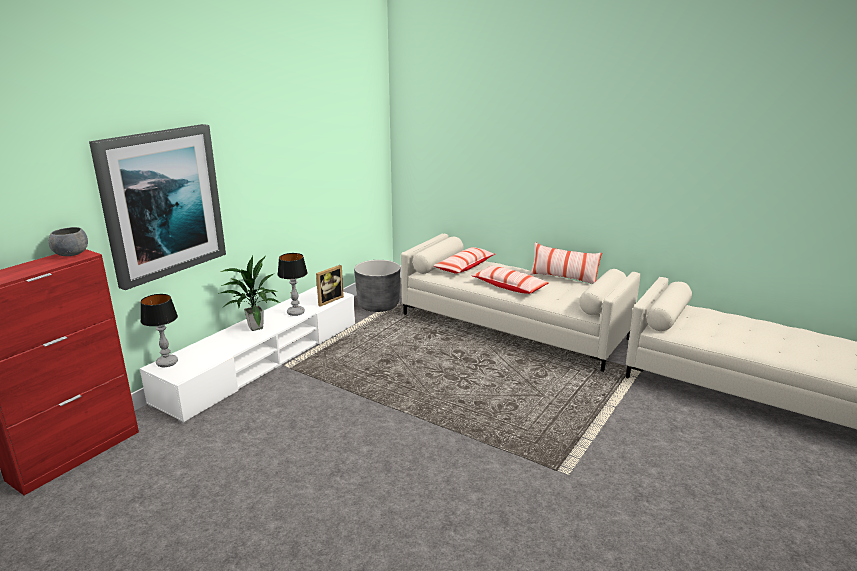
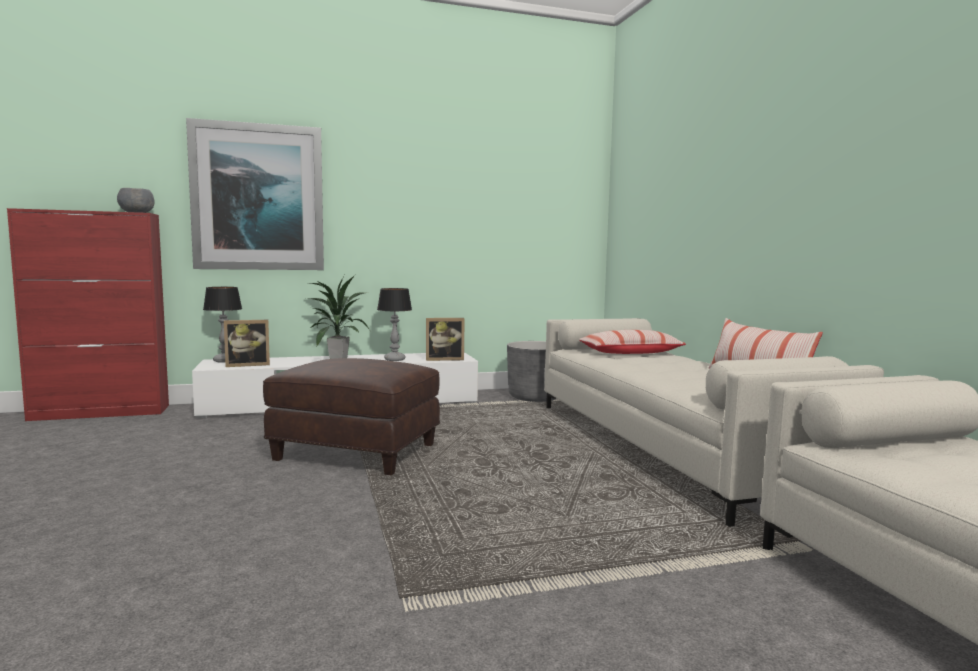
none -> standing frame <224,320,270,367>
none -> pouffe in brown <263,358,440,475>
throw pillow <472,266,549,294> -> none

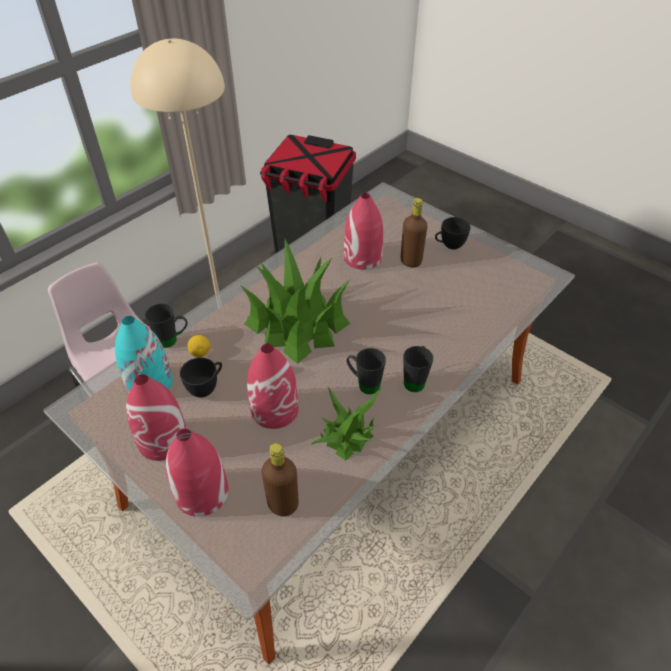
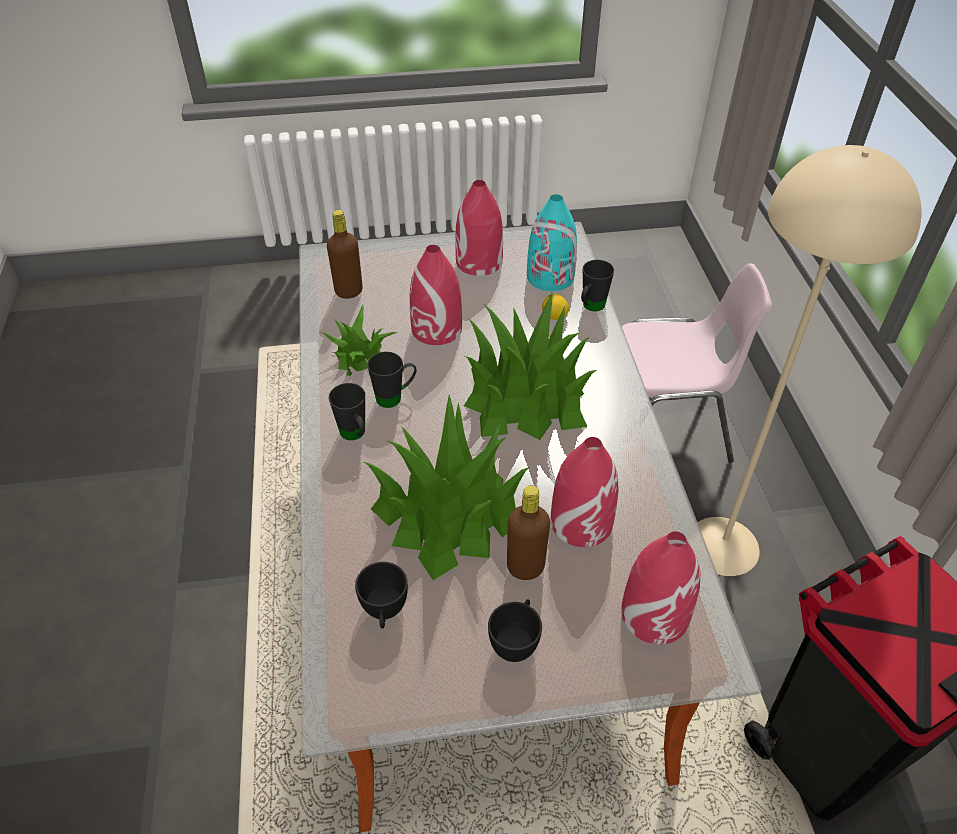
cup in blackish <180,358,222,397> -> cup in blackish <355,562,408,629>, shifted
none -> potted plant <364,394,529,580>
flower vase in red <166,429,228,517> -> flower vase in red <621,531,700,644>, shifted

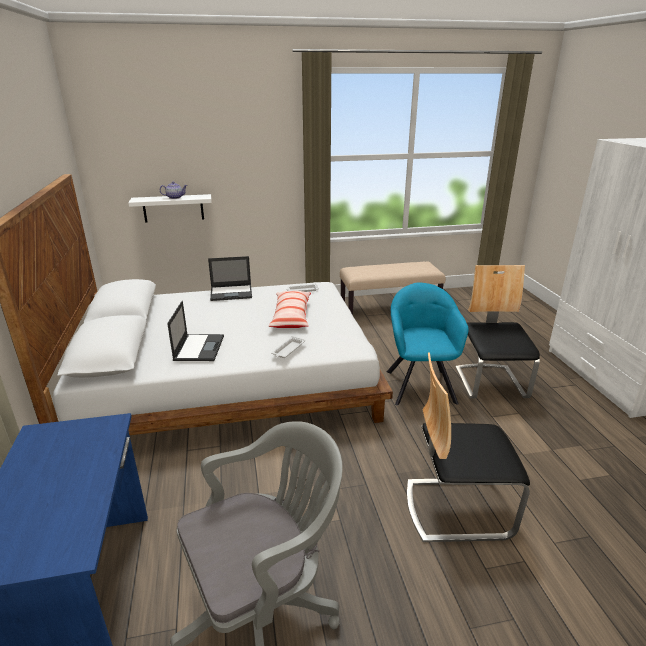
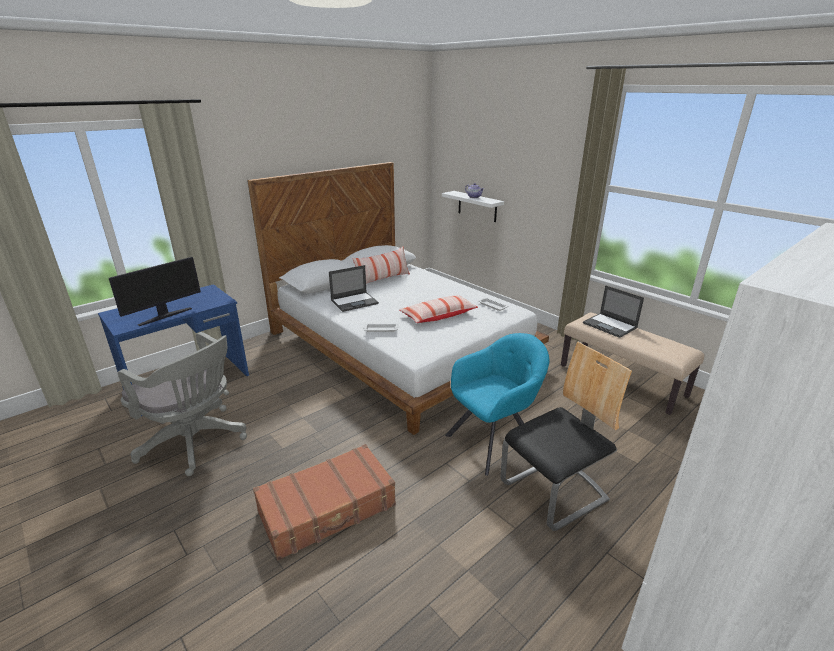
none -> monitor <109,257,201,326>
plain chair <407,352,530,542> -> travel case in brown <253,444,396,560>
none -> throw pillow <352,247,410,284>
laptop <208,256,252,301> -> laptop <583,285,644,338>, shifted

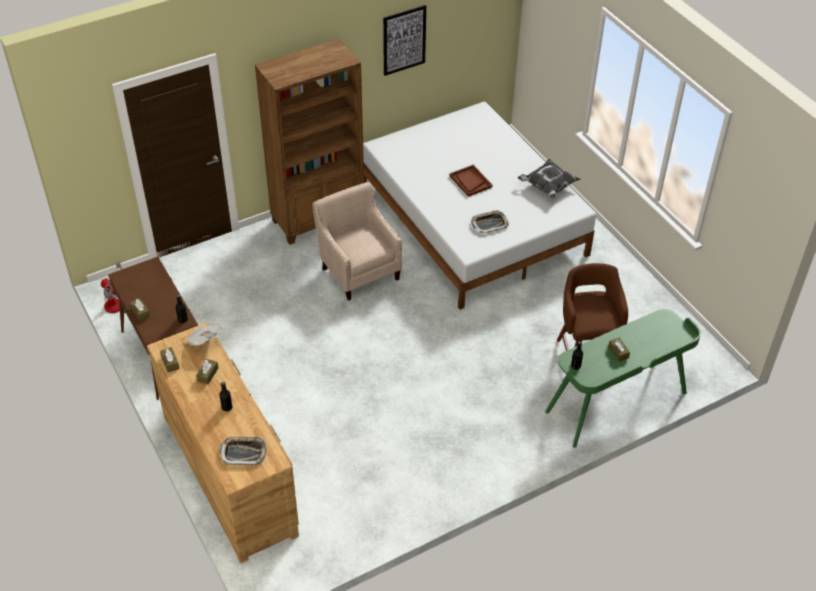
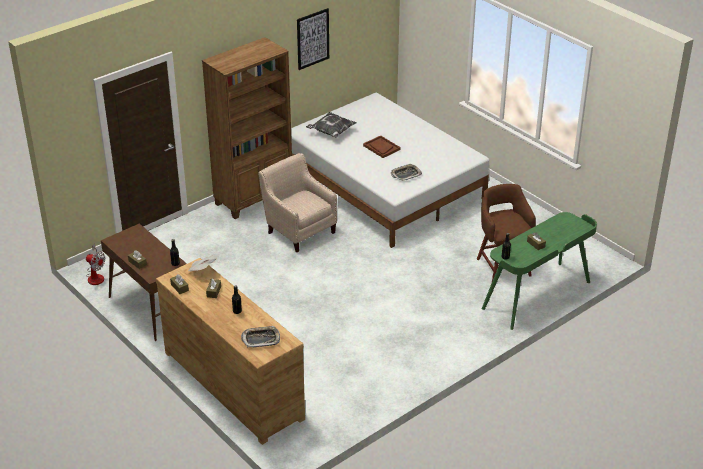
throw pillow <518,159,581,199> -> throw pillow <306,112,357,138>, shifted

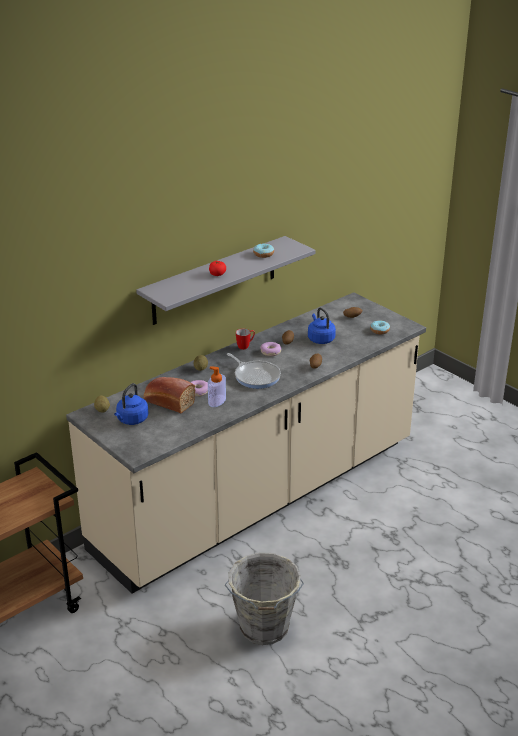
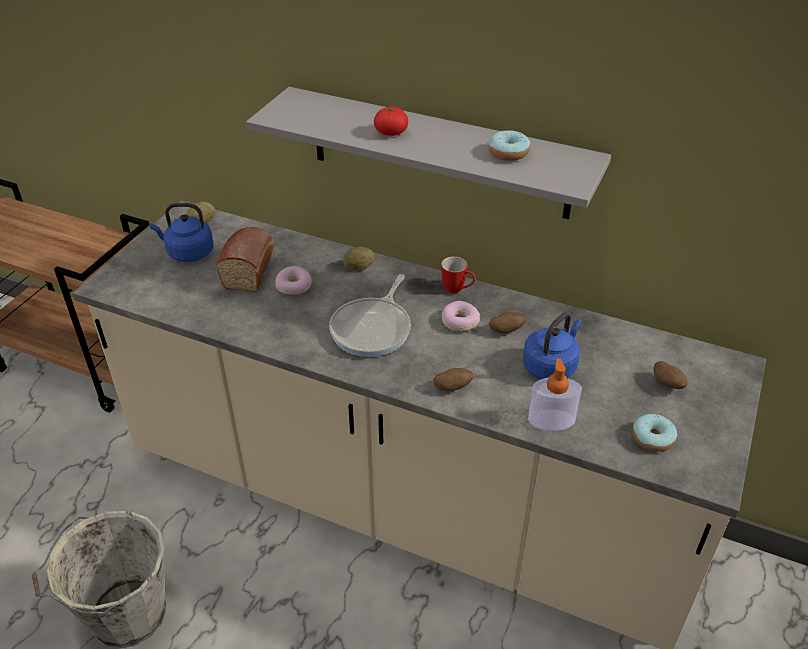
soap dispenser <208,366,226,407> -> soap dispenser <528,358,582,431>, shifted

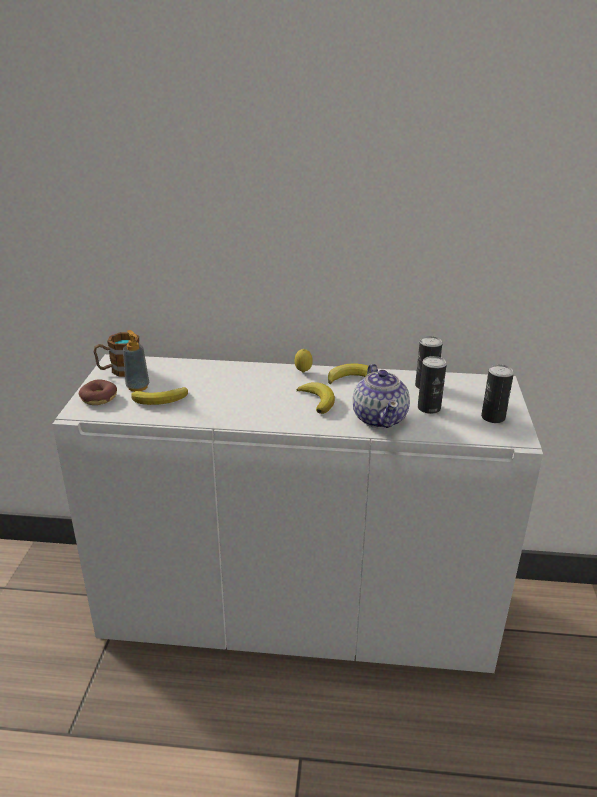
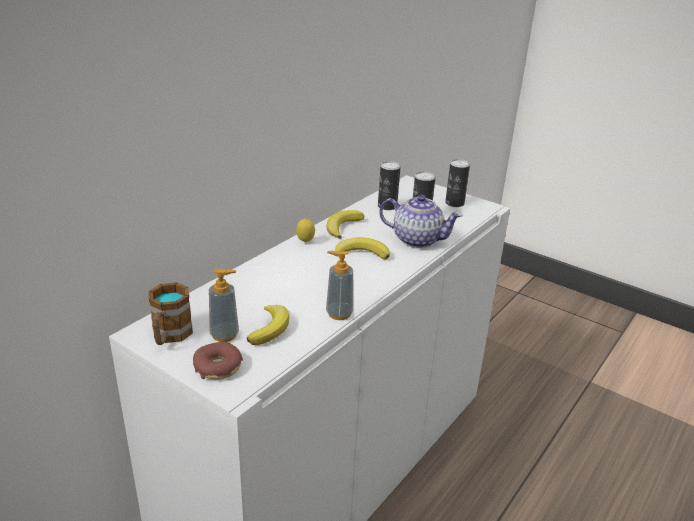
none -> soap dispenser <326,251,354,320>

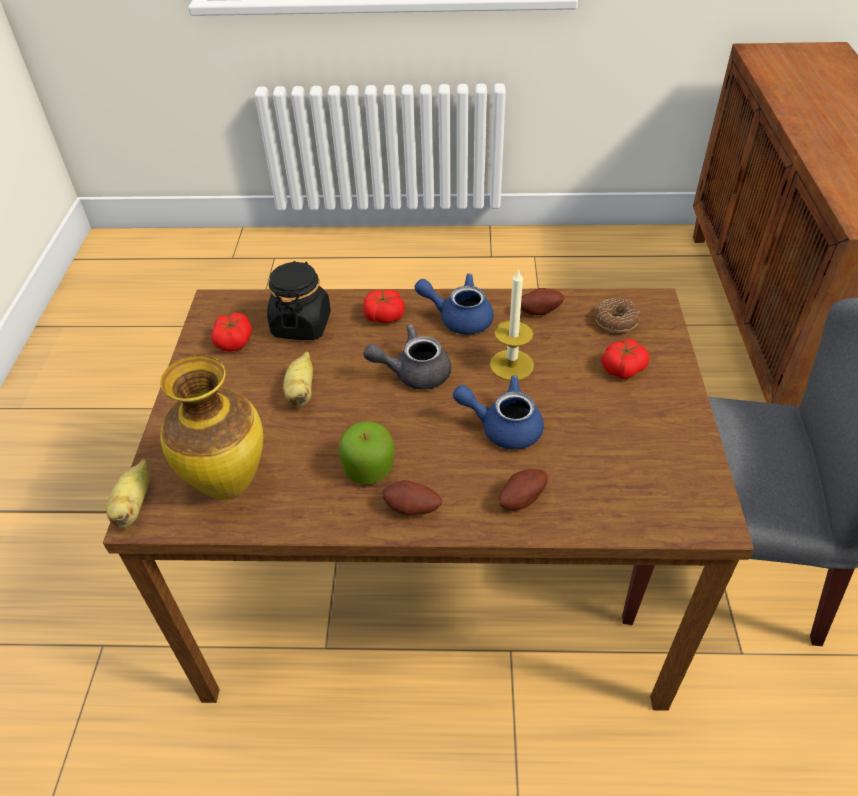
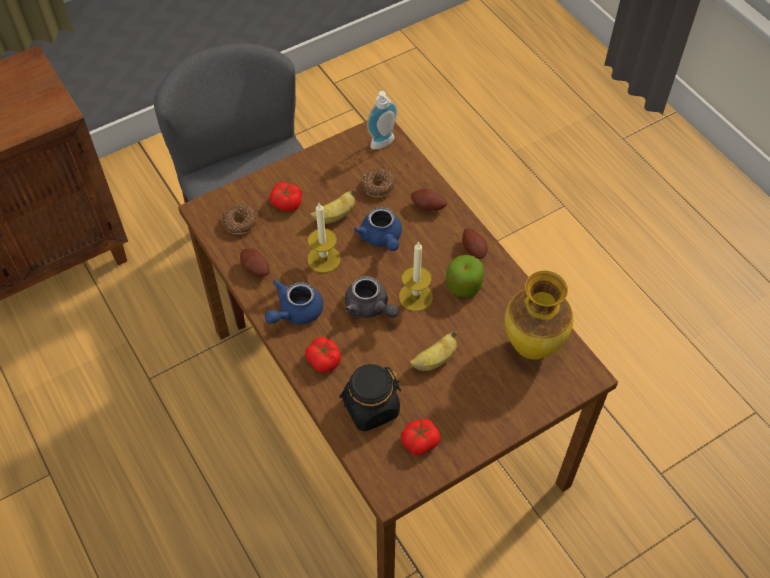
teapot in bluish <415,273,494,335> -> teapot in bluish <265,280,323,324>, 60 degrees clockwise
banana fruit <106,459,149,528> -> banana fruit <310,189,356,224>, shifted
none -> ring doughnut <361,168,395,197>
none -> soap dispenser <367,91,397,149>
none -> candle <399,241,433,311>

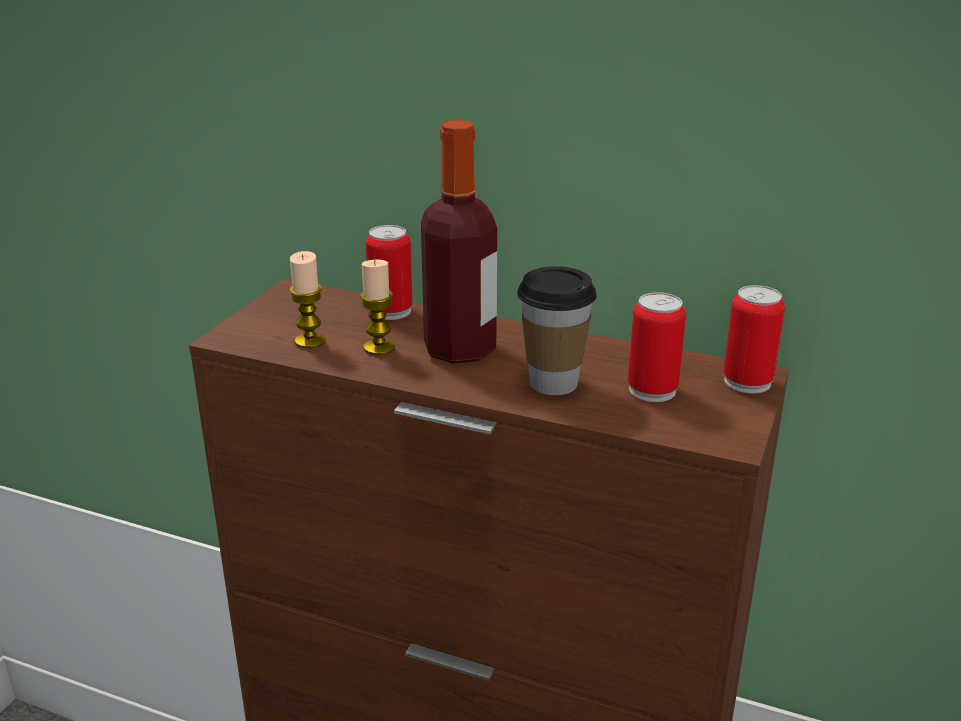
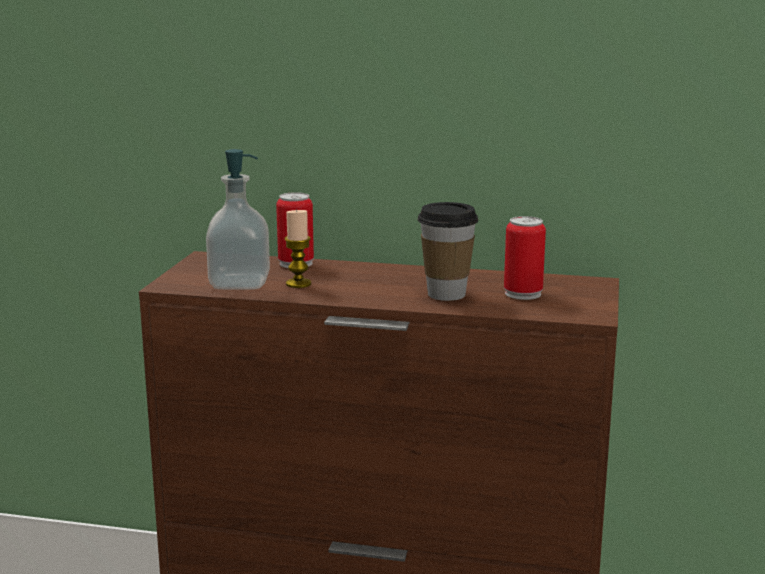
candle <289,251,326,349> -> soap dispenser <206,149,270,289>
drink bottle <421,120,497,364> -> none
can <723,285,785,393> -> none

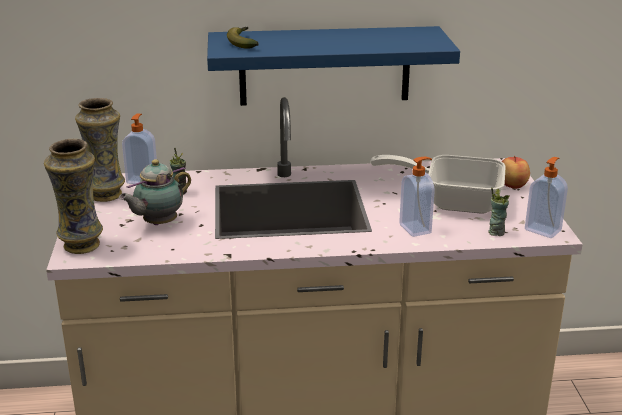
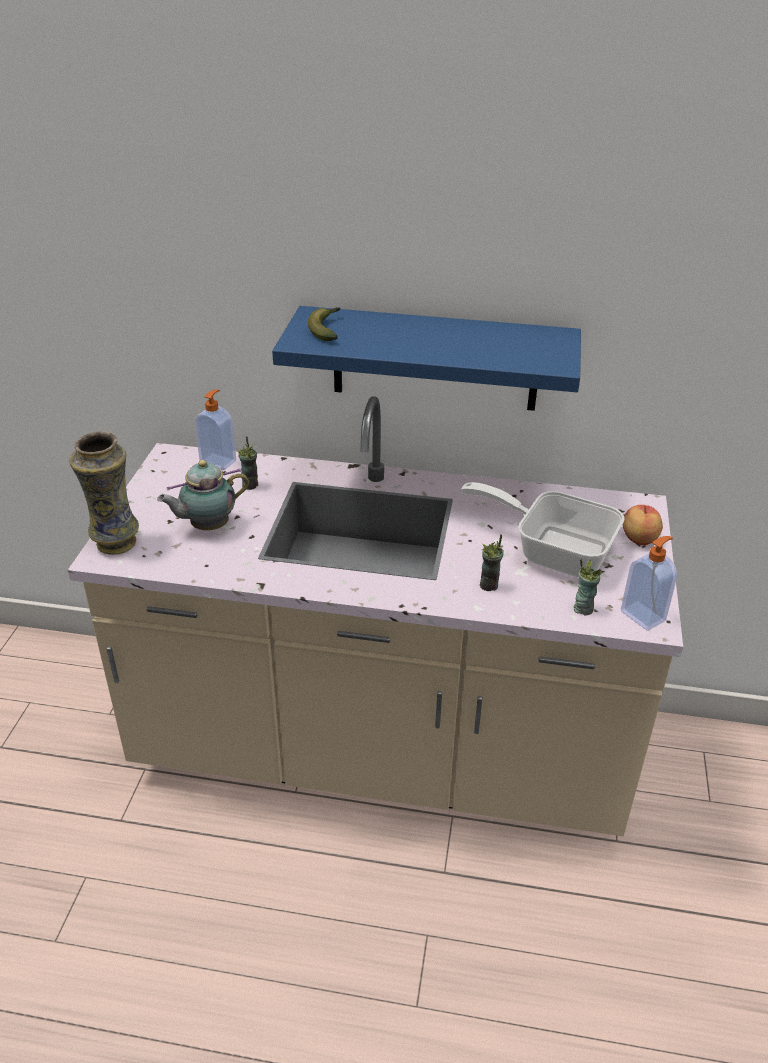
soap dispenser <399,157,435,237> -> cup <480,534,504,591>
flower vase <75,98,125,202> -> none

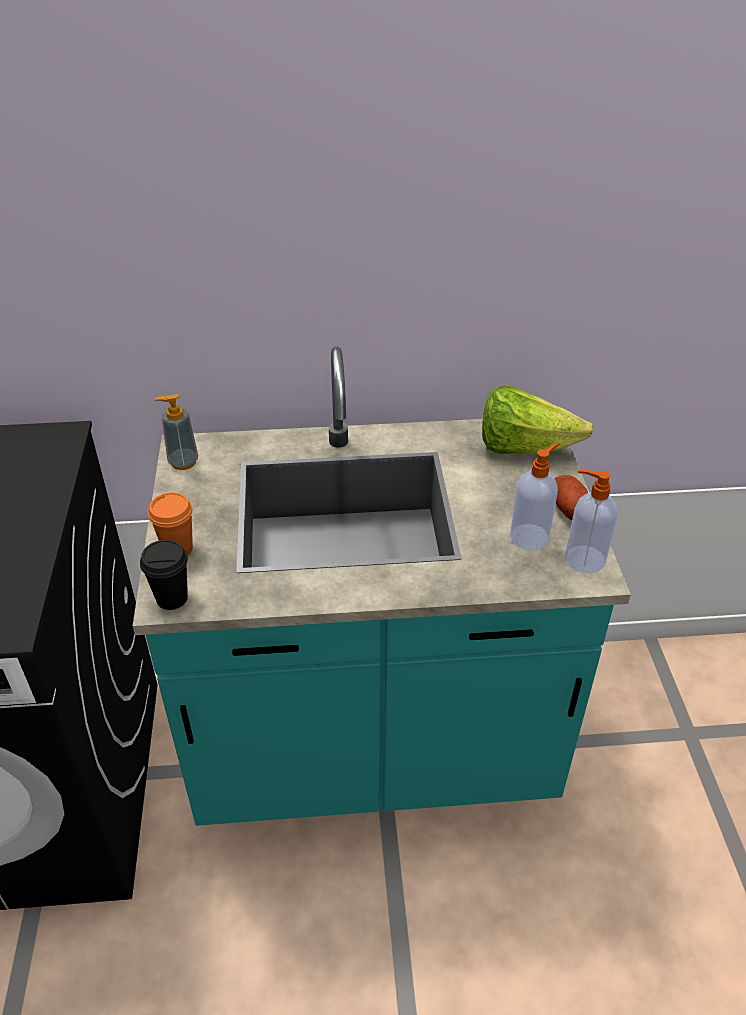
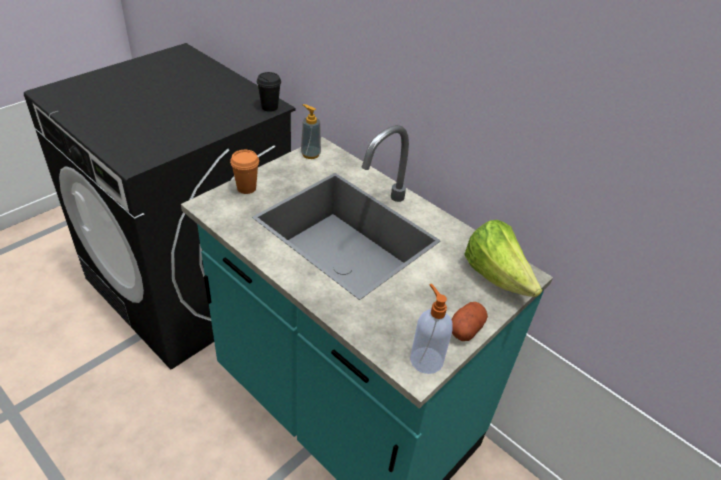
cup in blackish <140,540,188,610> -> cup in blackish <257,72,281,112>, shifted
soap dispenser <510,443,560,550> -> none

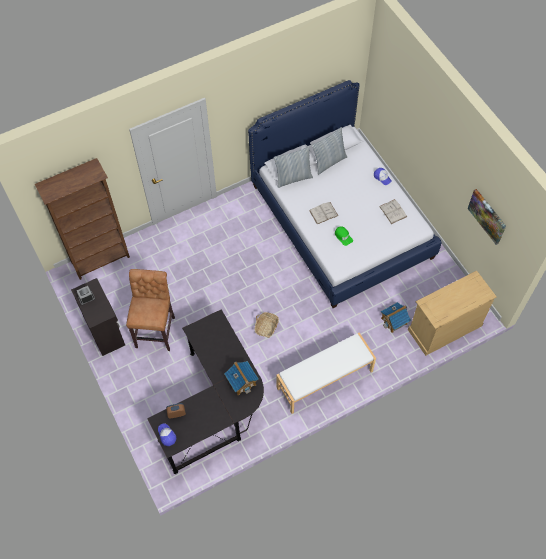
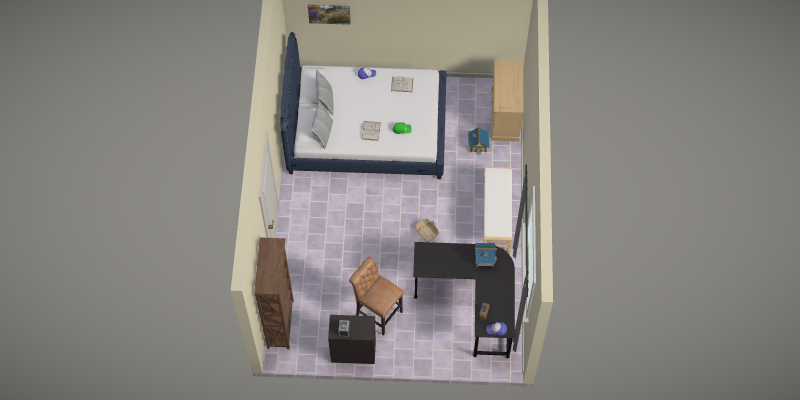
picture <467,189,506,245> -> picture <308,5,351,25>, shifted

